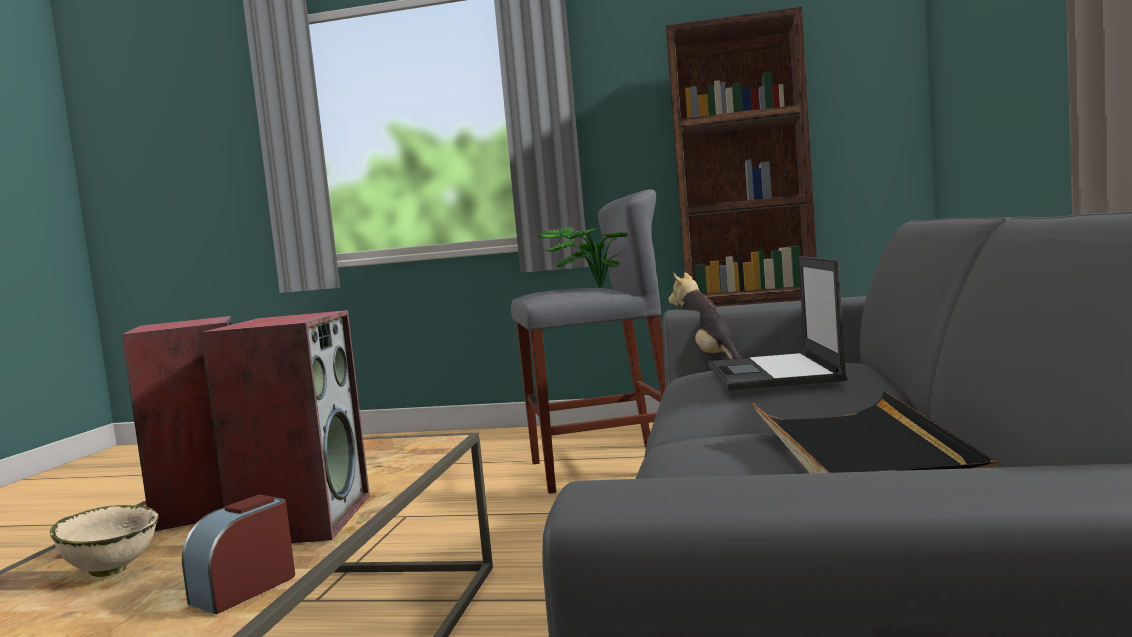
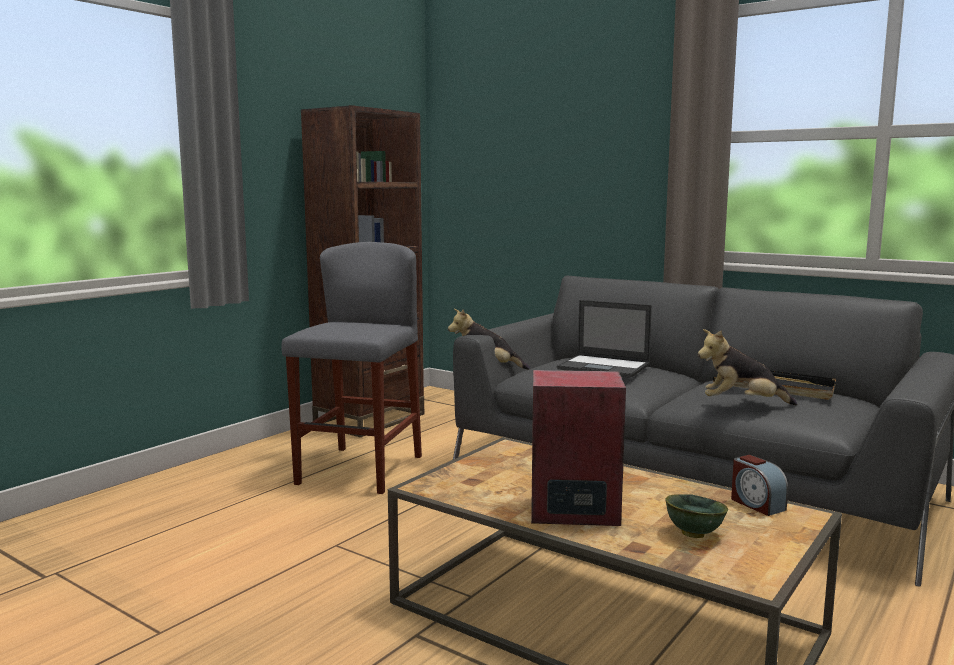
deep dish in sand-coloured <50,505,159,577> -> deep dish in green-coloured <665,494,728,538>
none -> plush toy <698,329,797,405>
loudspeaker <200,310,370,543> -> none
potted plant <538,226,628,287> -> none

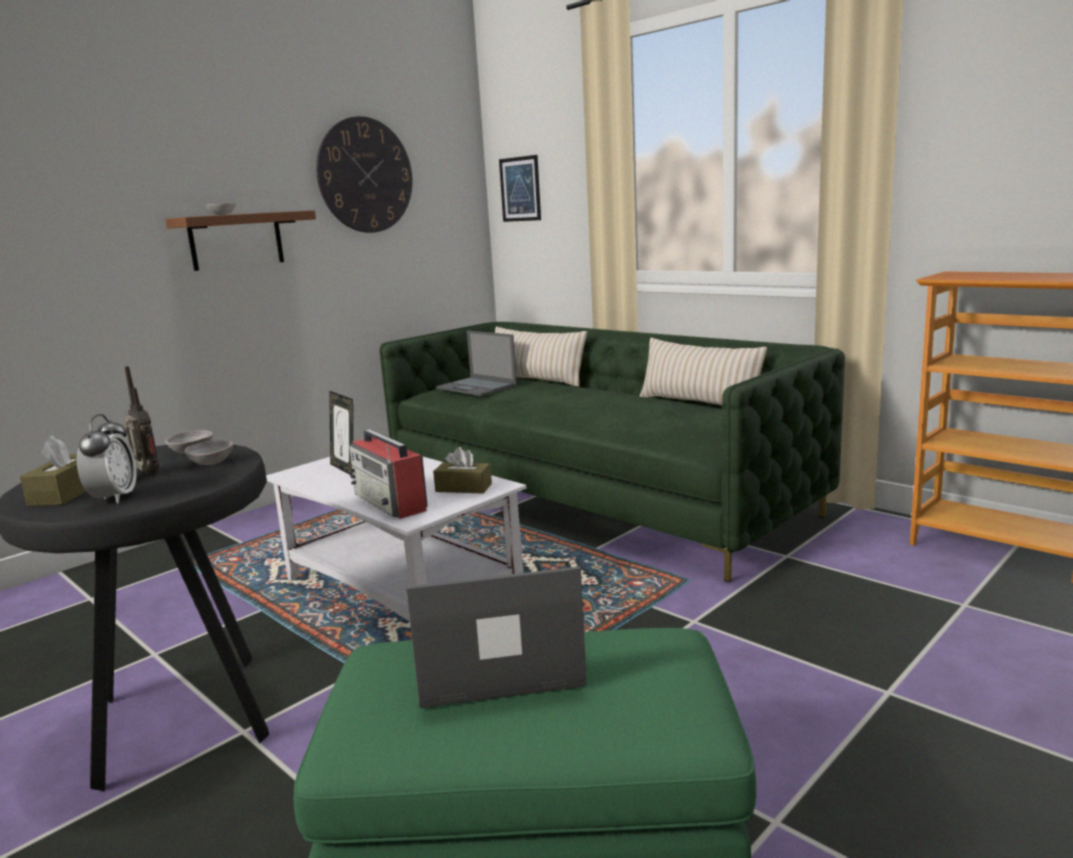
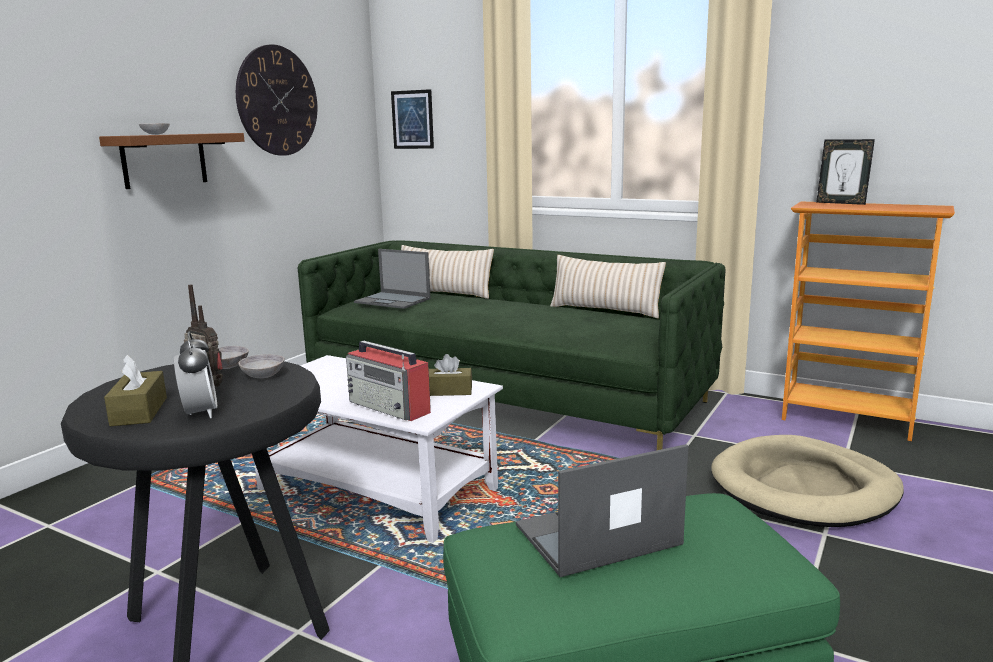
none -> pet bed in sand-coloured <711,435,904,527>
standing frame <329,391,353,475> -> standing frame <816,139,875,205>, shifted

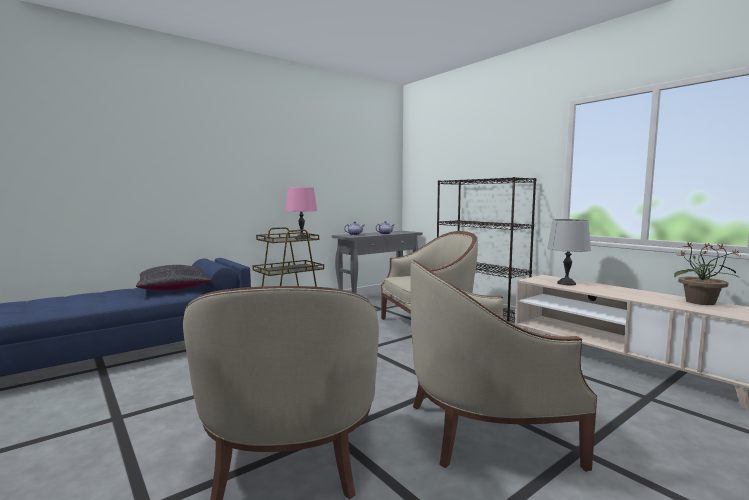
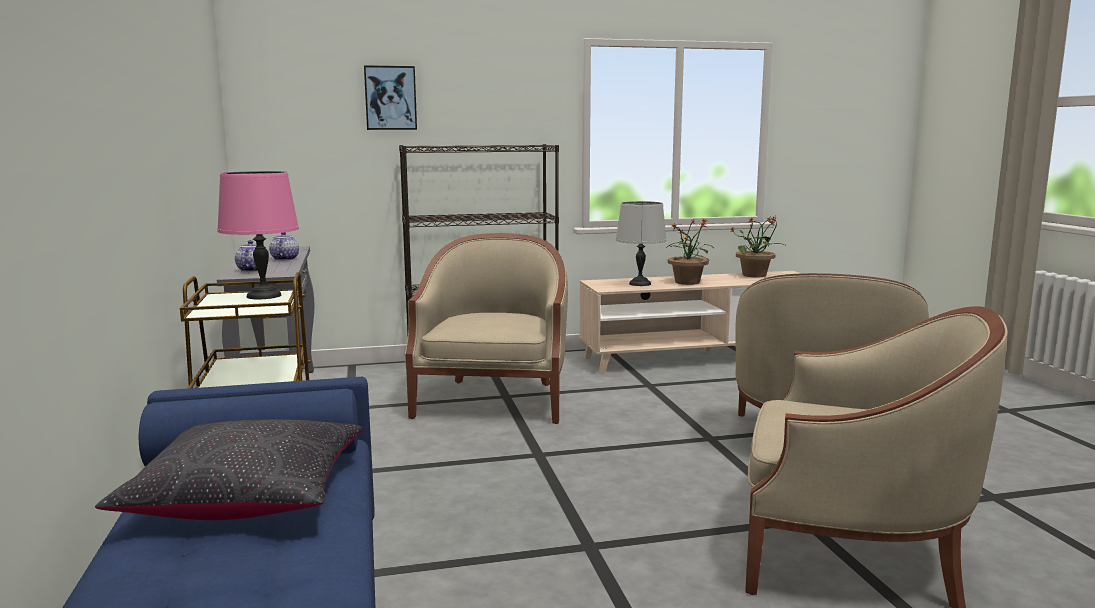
none -> picture <364,65,417,130>
none -> potted plant <665,218,714,285>

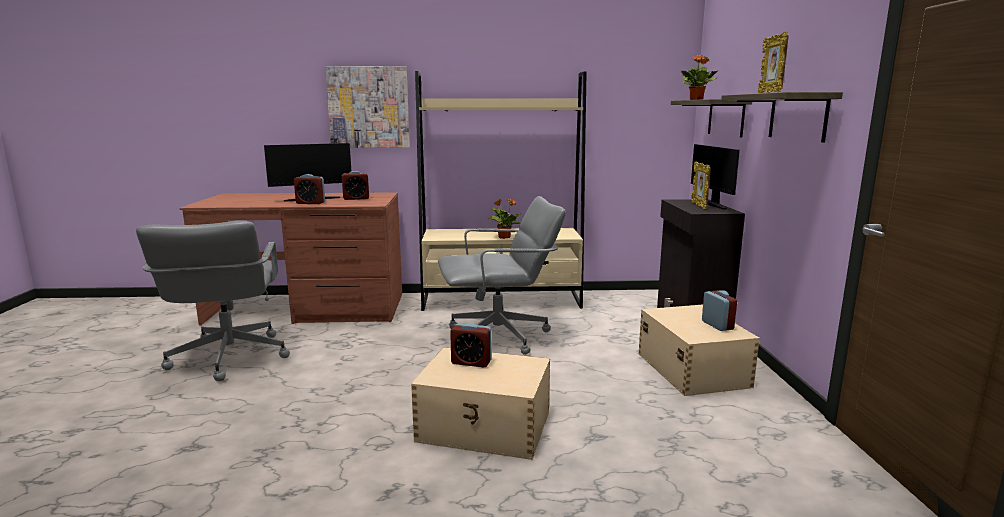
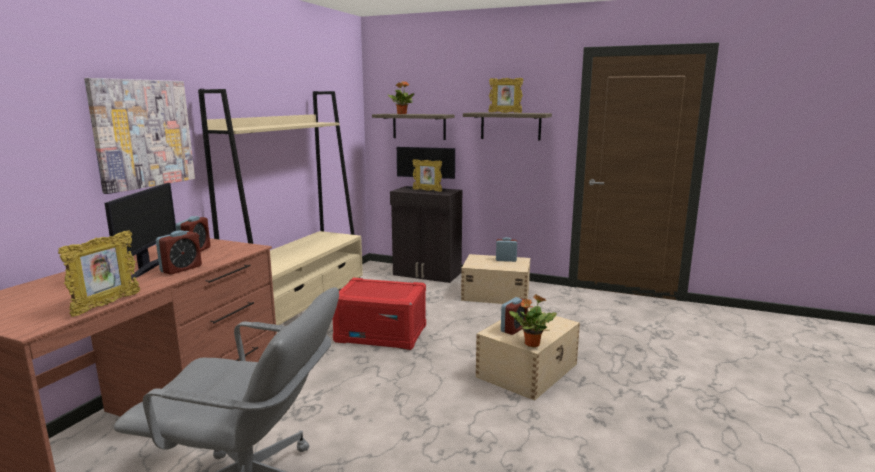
none -> standing frame <58,230,140,317>
computer chair in grey <438,196,566,355> -> storage bin in red <333,278,426,350>
potted plant <489,198,523,239> -> potted plant <509,295,557,347>, shifted

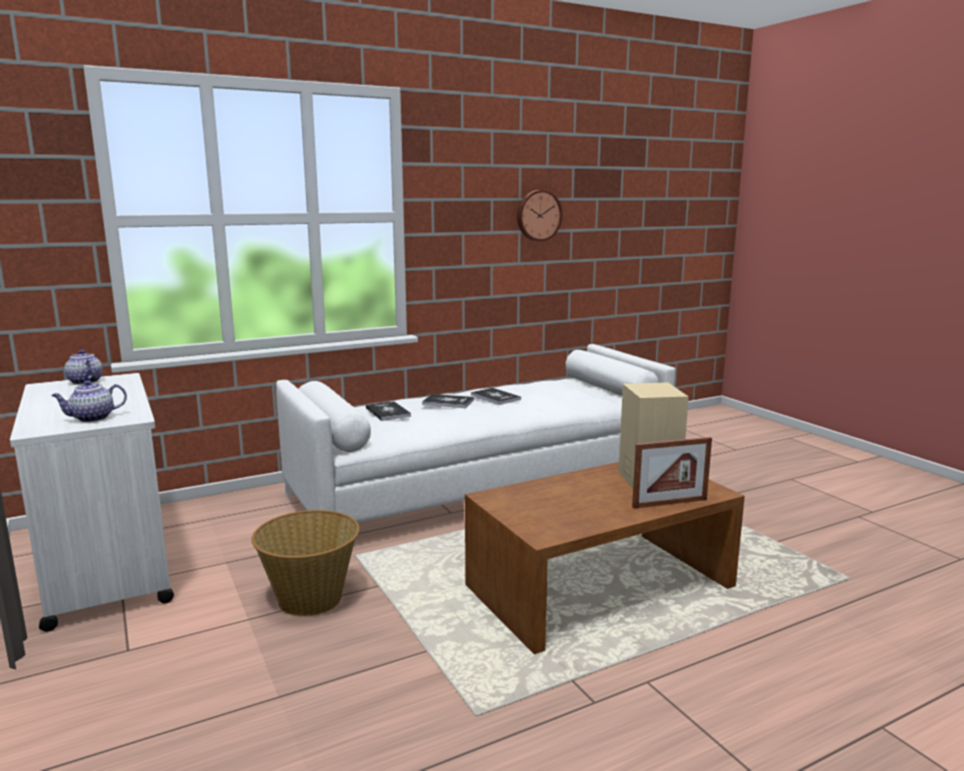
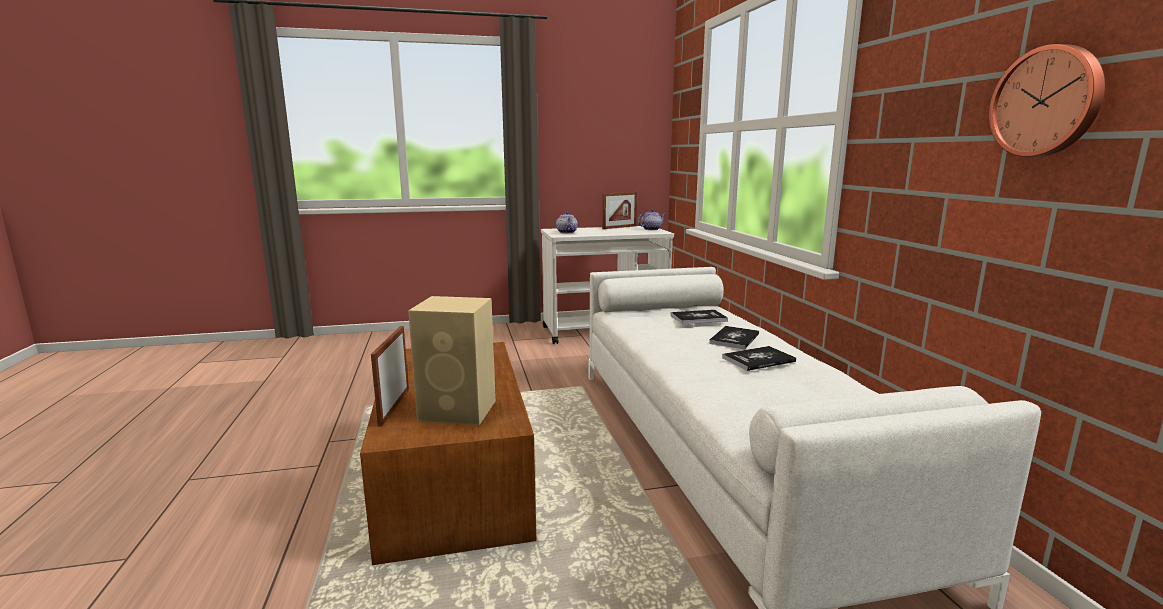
none -> standing frame <602,192,637,229>
basket <251,510,360,617> -> none

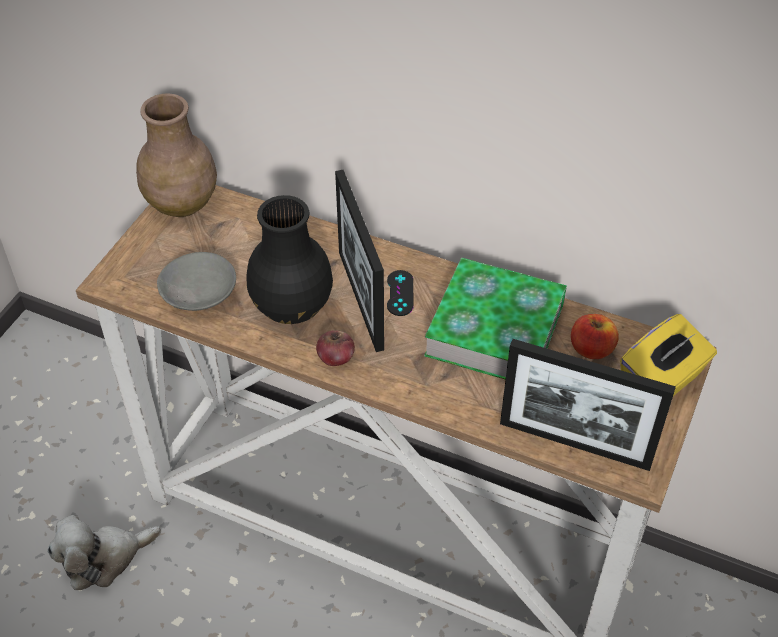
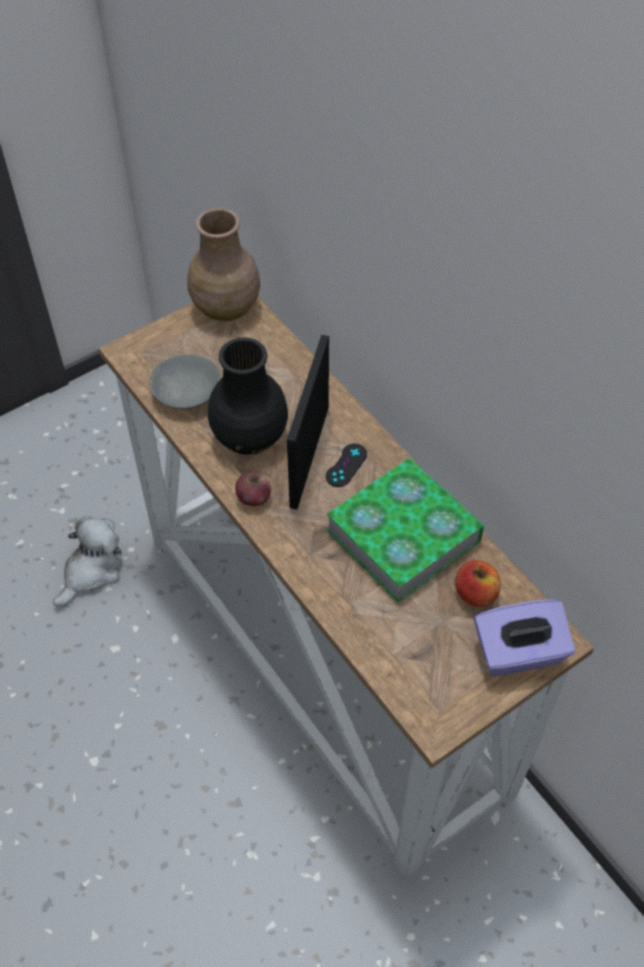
plush toy <47,515,161,590> -> plush toy <53,516,122,607>, 120 degrees clockwise
tissue box in yellowish <620,314,717,396> -> tissue box in purple-coloured <474,599,575,676>
standing frame <500,339,676,471> -> none

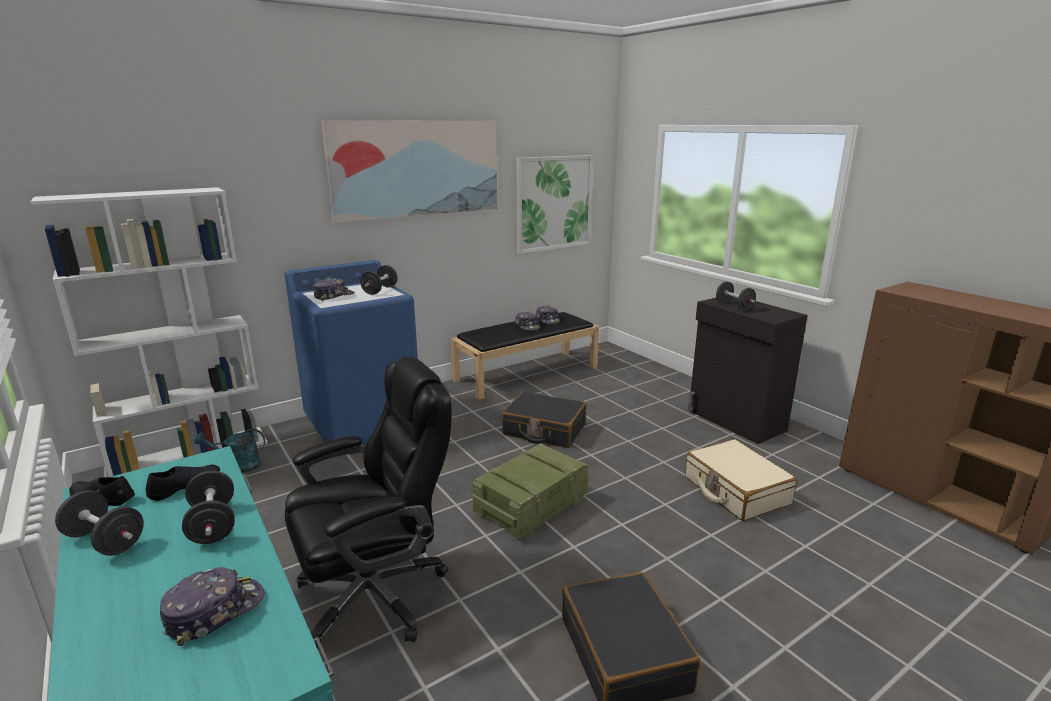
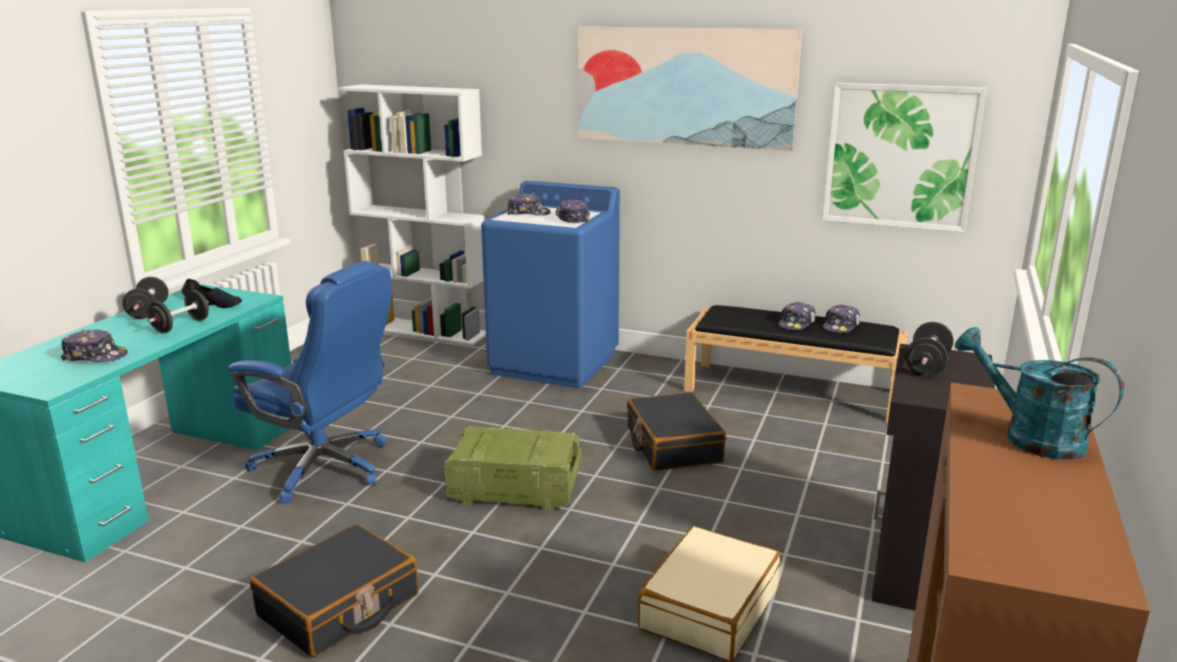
computer chair in blackish <285,356,451,649> -> computer chair in bluish <228,261,392,504>
free weight in blackish <360,265,398,295> -> baseball cap <555,199,590,223>
watering can in blue-green <194,429,265,473> -> watering can in blue-green <955,327,1124,460>, shifted

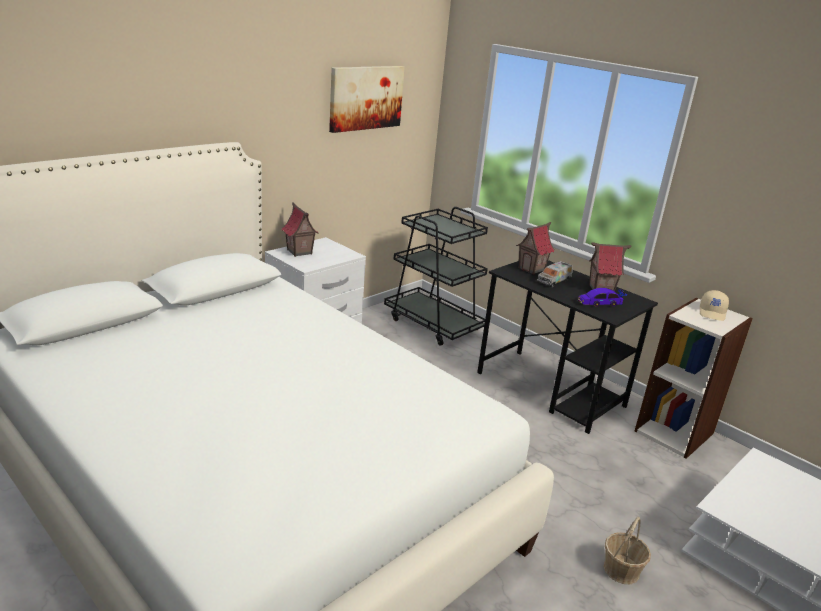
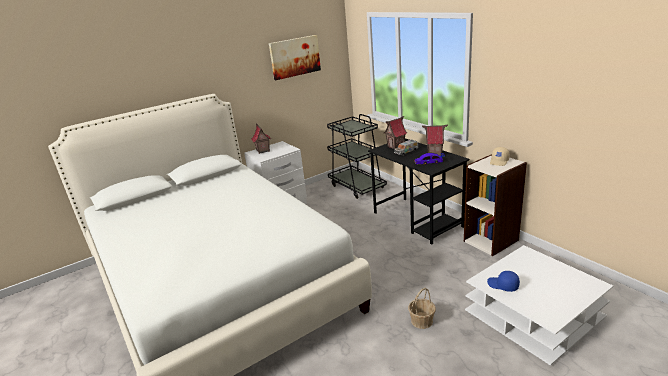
none -> baseball cap in bluish <487,271,520,292>

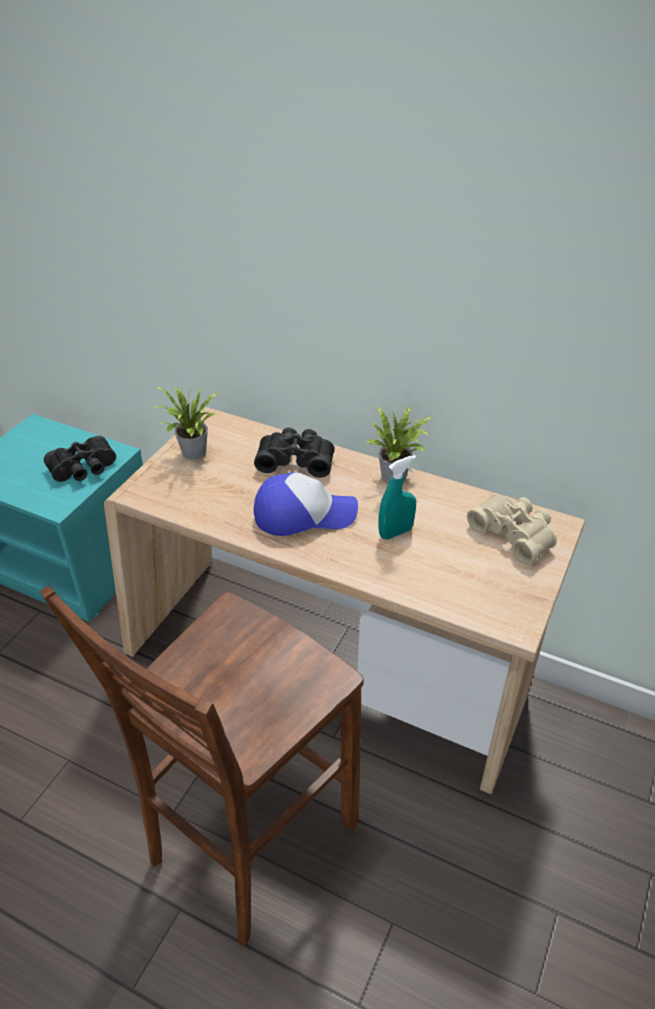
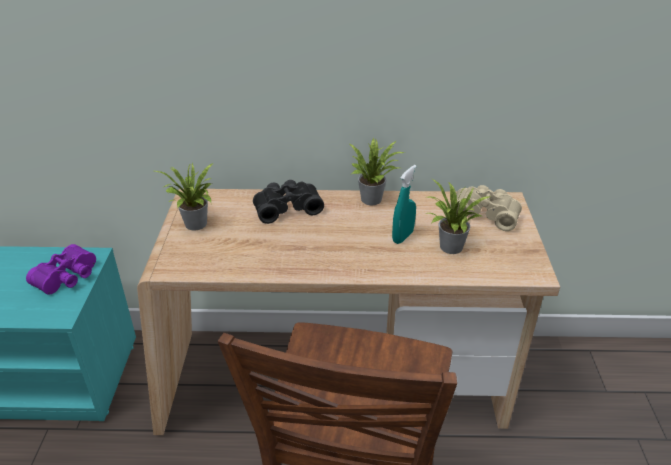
binoculars in blackish <44,436,116,482> -> binoculars in purple-coloured <26,244,96,295>
none -> potted plant <427,179,489,254>
baseball cap <254,472,358,536> -> none

